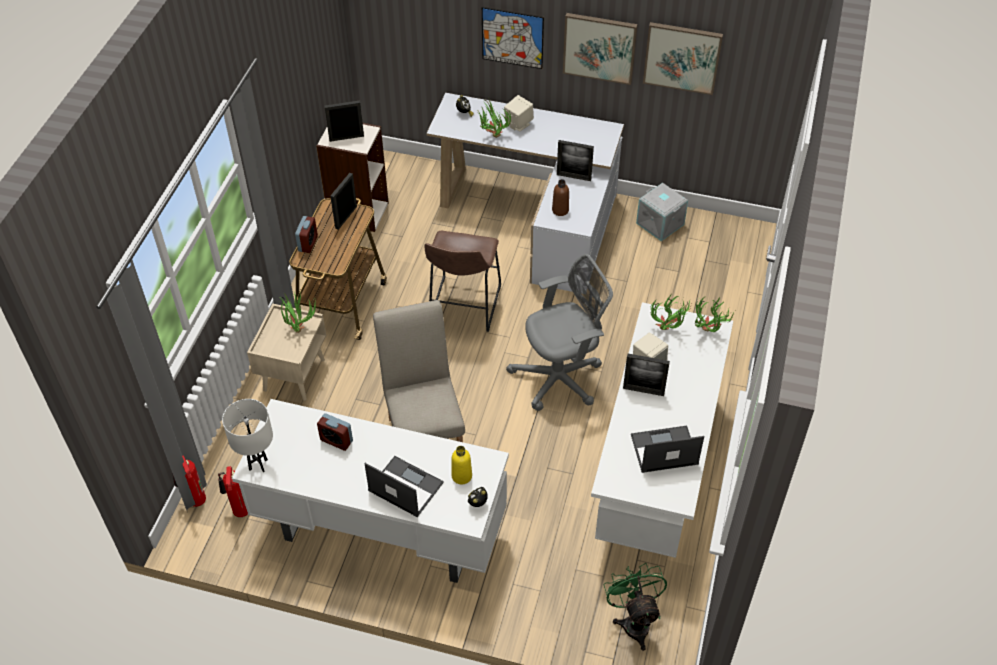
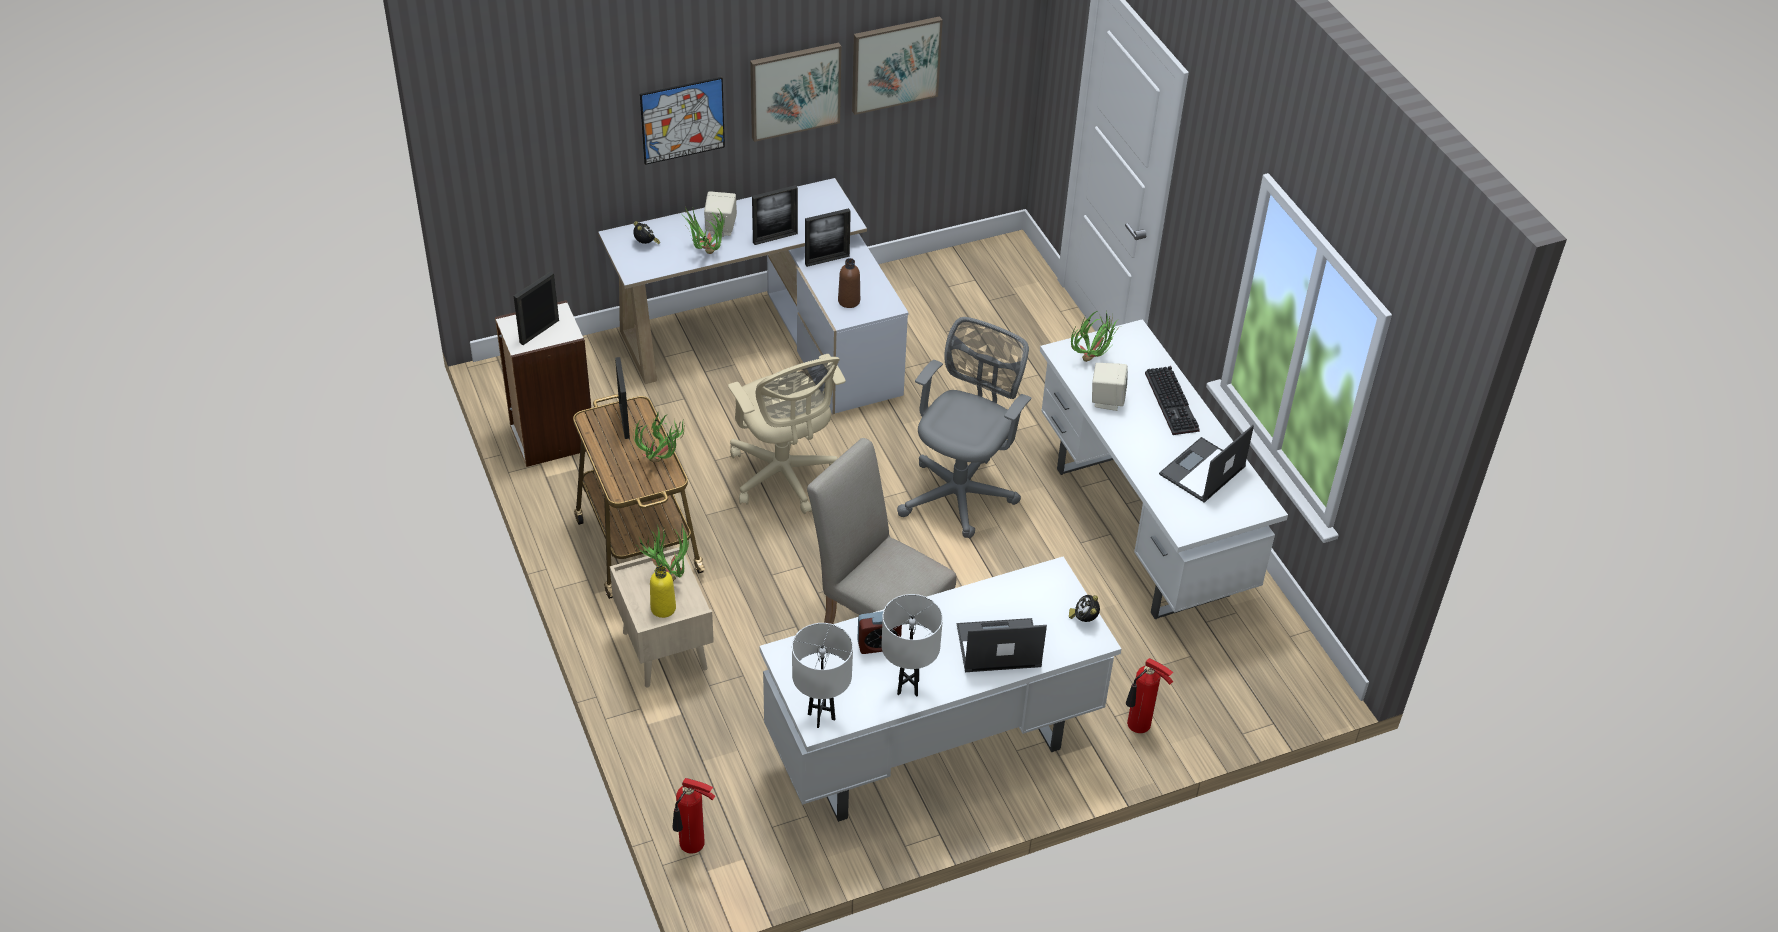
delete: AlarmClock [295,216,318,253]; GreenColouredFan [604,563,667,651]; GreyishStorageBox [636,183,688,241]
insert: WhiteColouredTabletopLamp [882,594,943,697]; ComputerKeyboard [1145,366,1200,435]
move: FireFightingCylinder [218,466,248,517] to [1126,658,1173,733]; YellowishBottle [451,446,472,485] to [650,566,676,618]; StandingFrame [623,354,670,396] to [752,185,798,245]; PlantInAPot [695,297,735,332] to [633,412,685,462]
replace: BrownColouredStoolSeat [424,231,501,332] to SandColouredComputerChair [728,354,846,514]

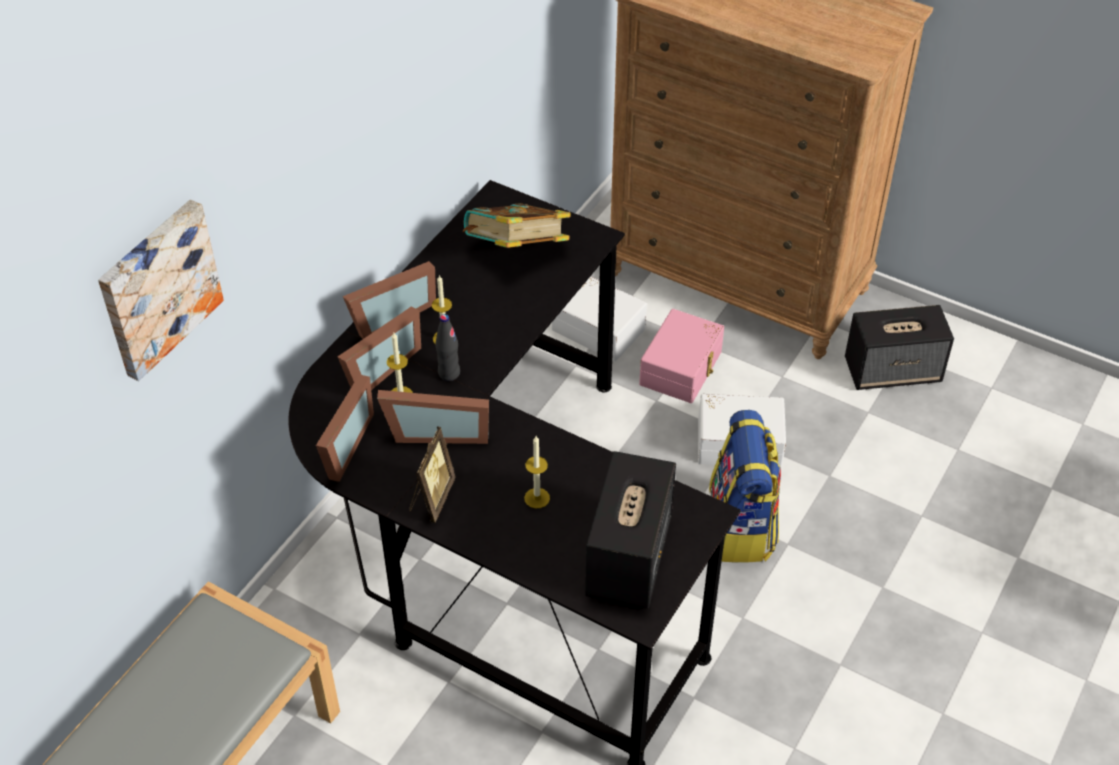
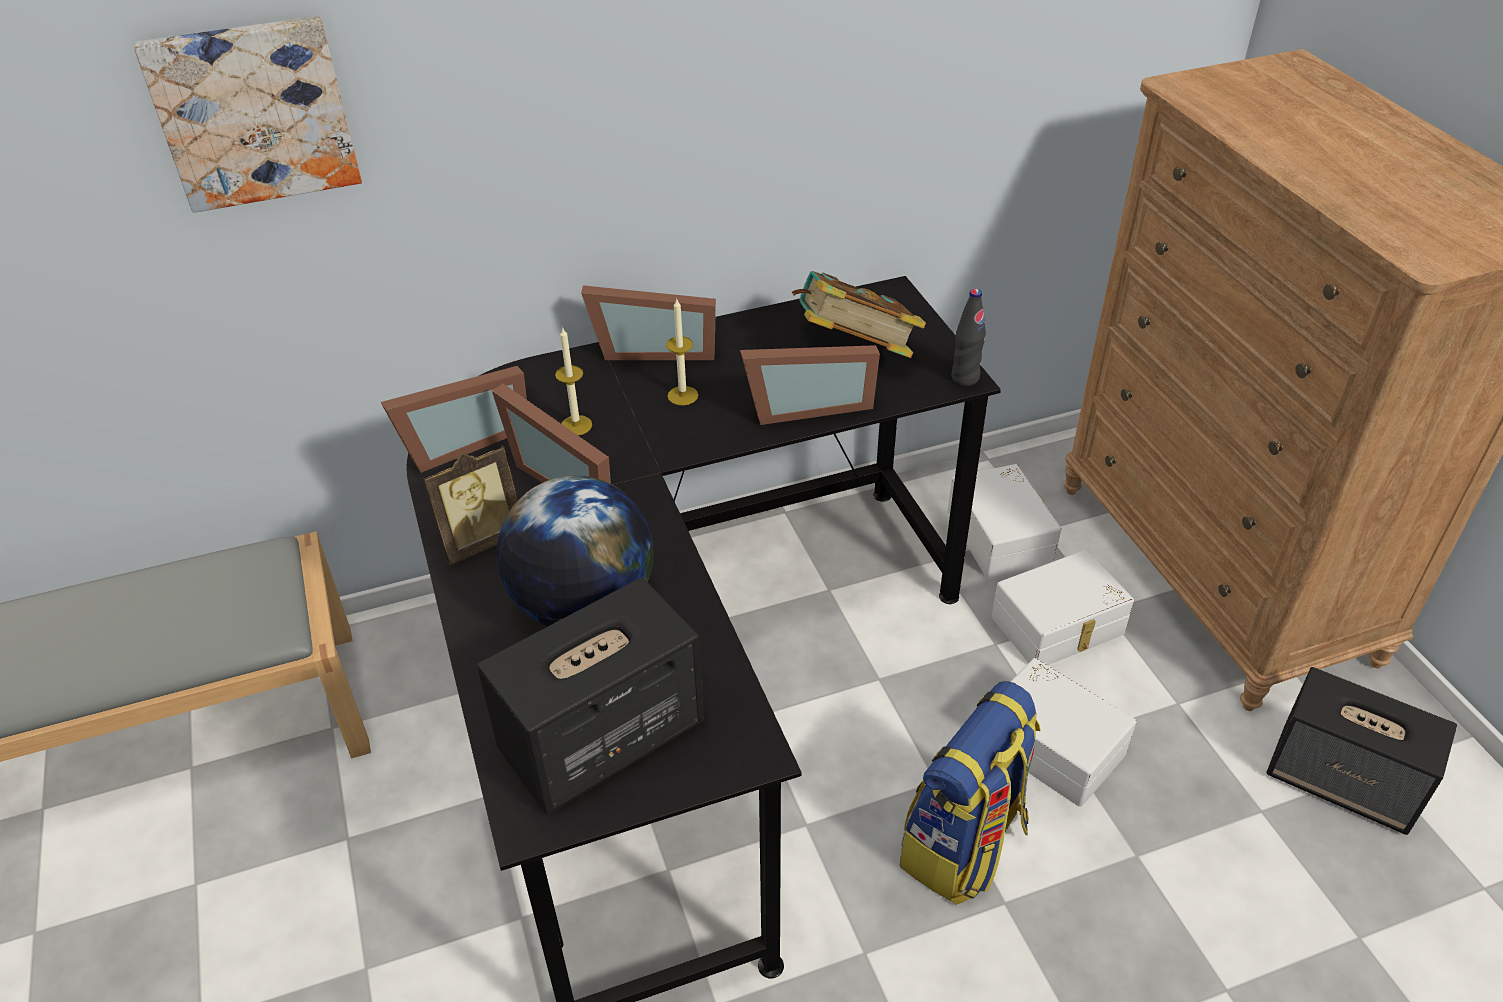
move: StandingFrame [338,306,421,390] to [740,345,880,425]; BlackColouredBottle [435,314,460,381] to [951,289,986,386]
replace: WaxLight [524,436,550,508] to Globe [497,476,653,626]
recolor: PinkishStorageBox [639,309,724,403] to WhiteColouredStorageBox [991,550,1134,665]

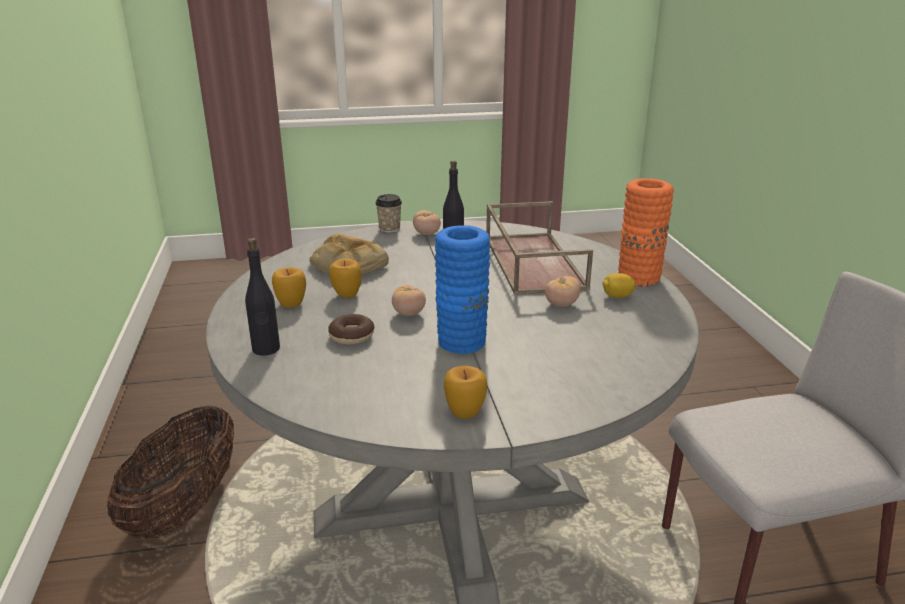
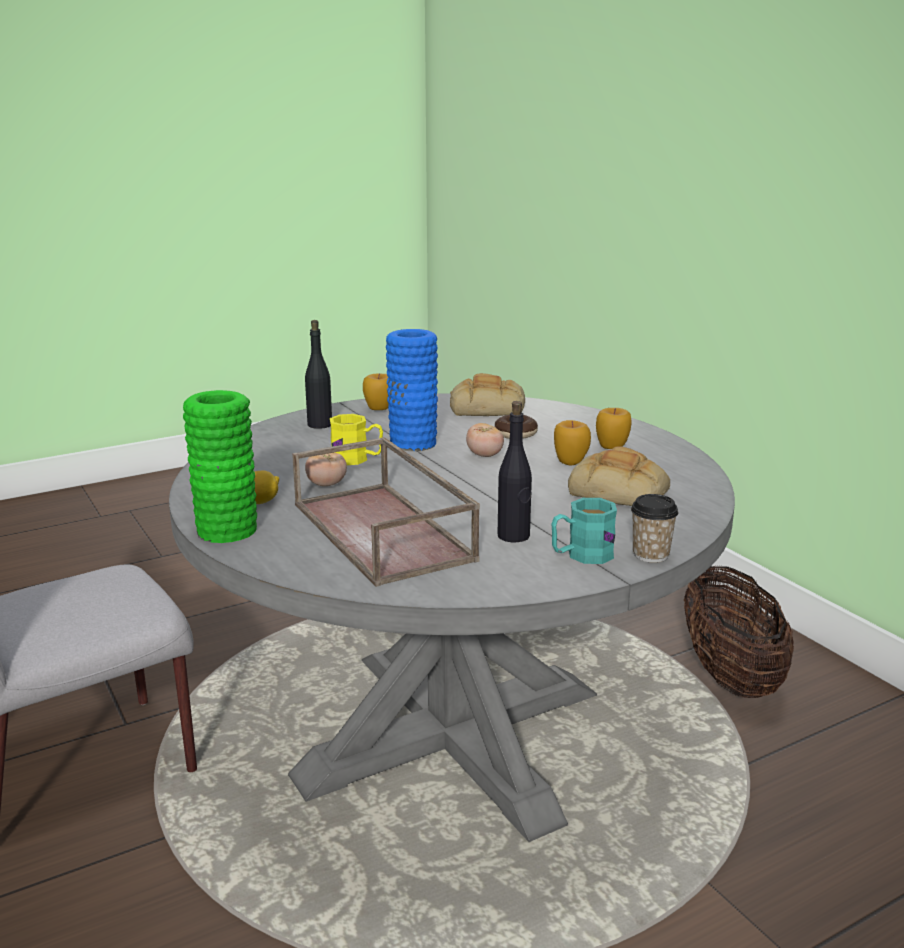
insert: YellowishMug [330,414,383,465]; Bread [450,373,525,416]
move: BlackColouredBottle [245,238,280,355] to [305,320,332,429]
replace: WholeTomato [413,210,441,235] to TurquoiseMug [551,498,617,564]
recolor: OrangeyFlowerVase [618,178,674,287] to GreenColouredFlowerVase [183,390,257,543]

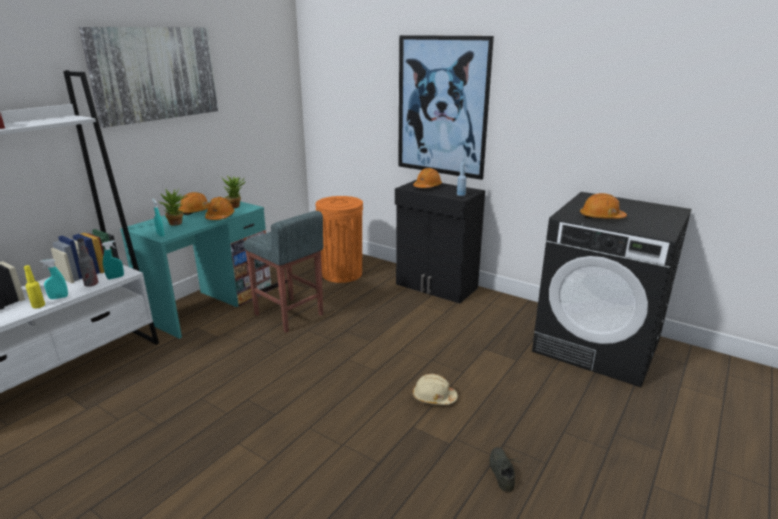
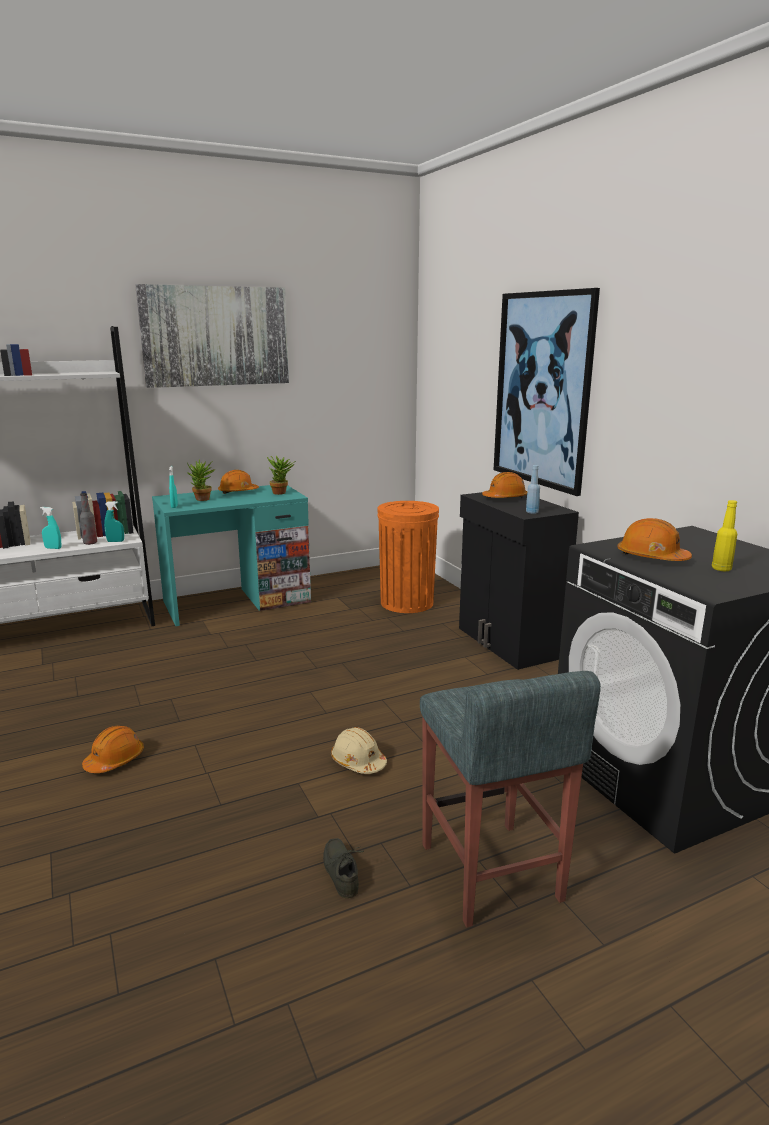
move: YellowishBottle [24,265,45,309] to [712,500,737,571]; OrangeyHardHat [205,197,235,220] to [82,726,144,773]; GreyishStoolSeat [243,211,323,333] to [420,671,601,928]
rotate: GreyishShoe [490,447,520,492] = [323,838,364,898] 45 degrees counterclockwise

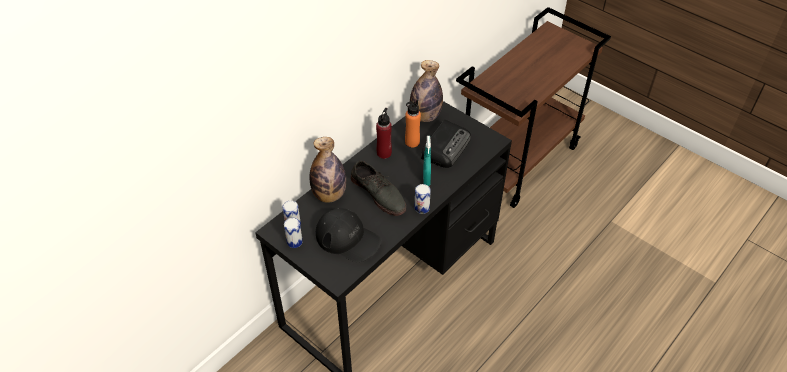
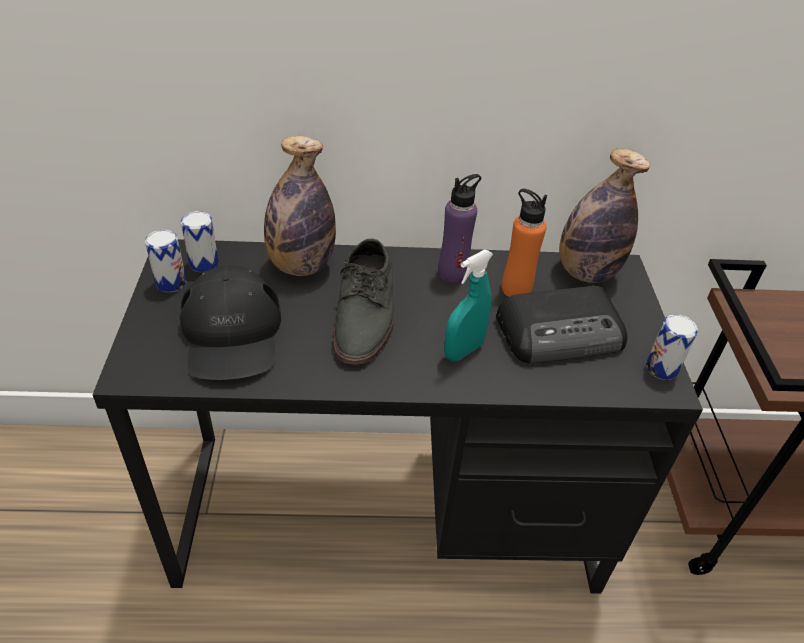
move: Can [414,184,431,214] to [646,314,698,380]
recolor: ReddishBottle [376,108,392,159] to PurpleColouredBottle [438,174,481,283]

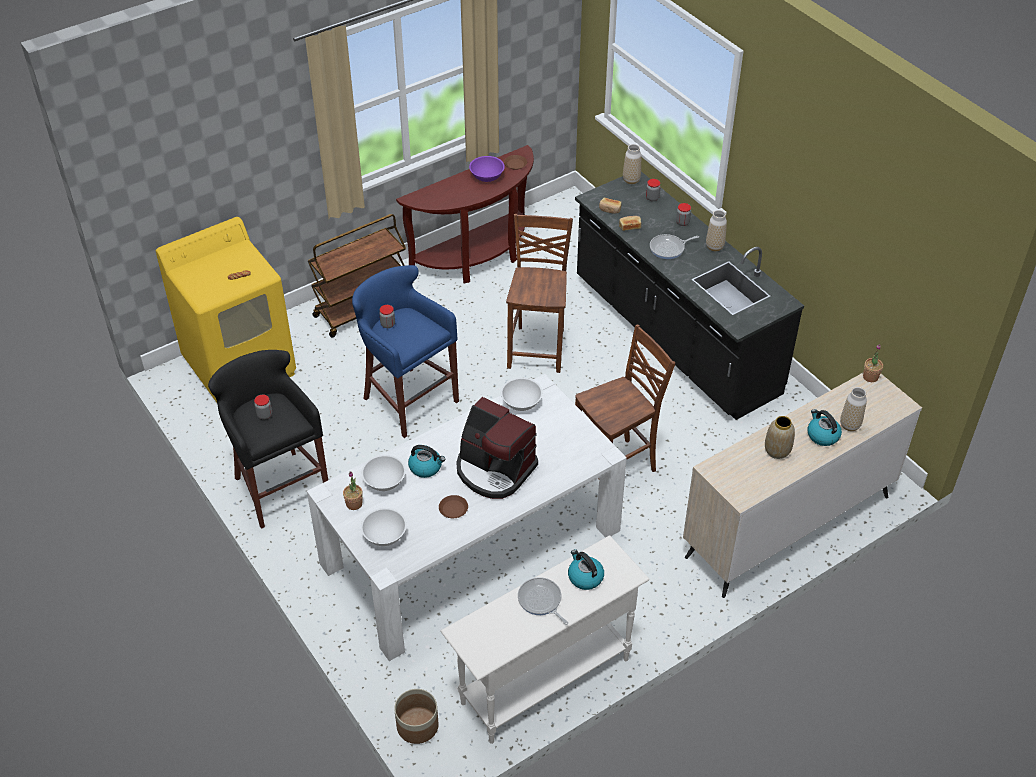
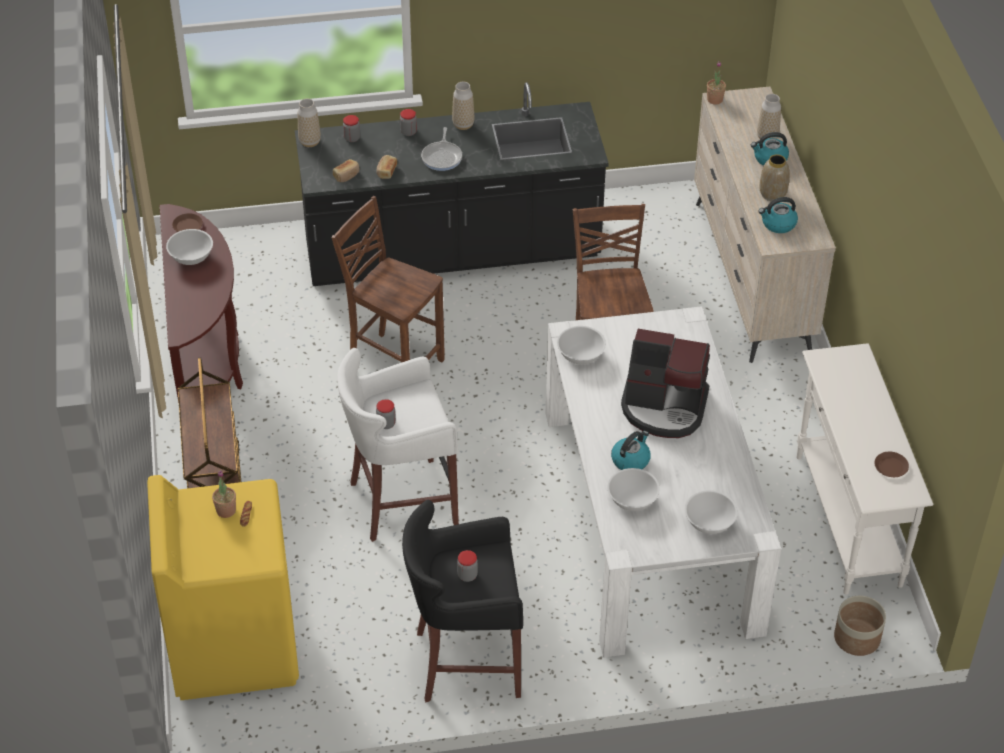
delete: Pan [518,577,568,625]
move: PlantInAPot [343,471,363,510] to [212,471,236,518]; BrownColouredFlatDish [439,495,468,518] to [874,452,909,477]; Kettle [568,549,604,590] to [758,197,798,233]
recolor: BluishStoolSeat [352,265,459,438] to WhiteColouredStoolSeat [337,348,459,542]; PurpleColouredServingBowl [469,156,505,182] to WhiteColouredServingBowl [166,229,213,265]
rotate: CoffeeMachine [456,397,538,499] = [621,329,710,438] 45 degrees clockwise

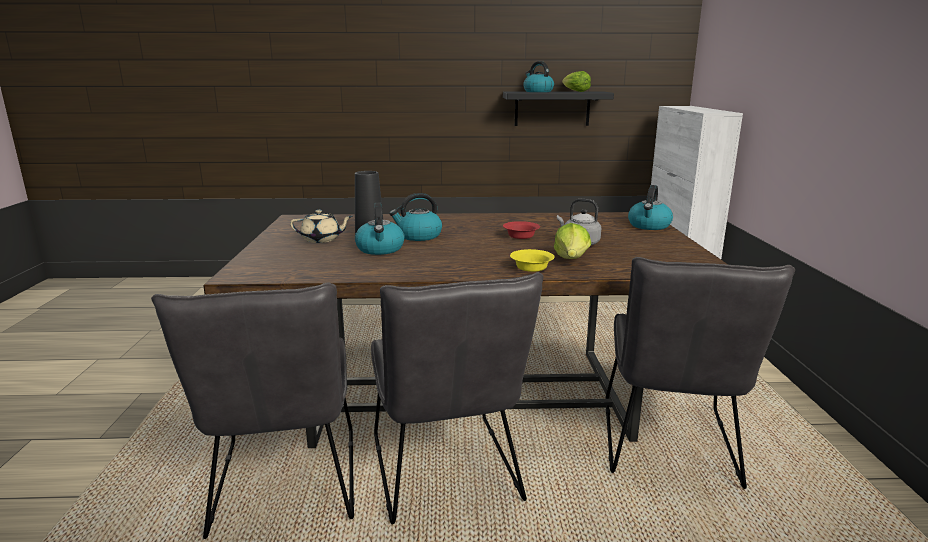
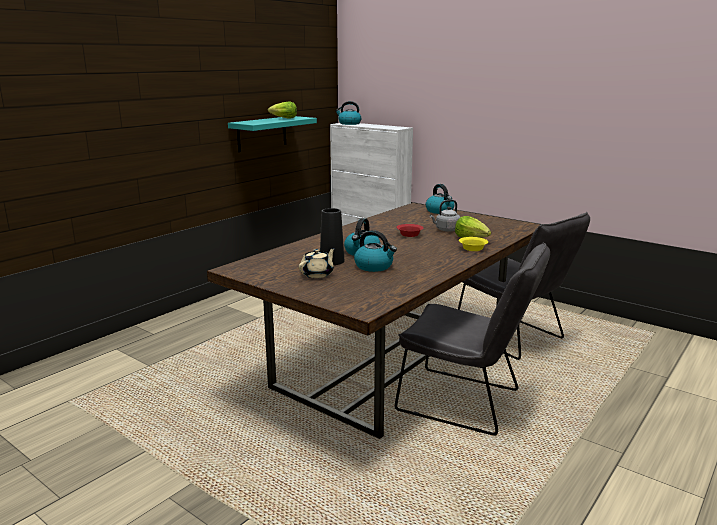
delete: GreyishPlainChair [151,282,355,539]
move: Kettle [523,61,554,92] to [335,101,361,125]
recolor: BlackColouredWallShelf [503,91,614,126] to TurquoiseWallShelf [228,116,317,152]

